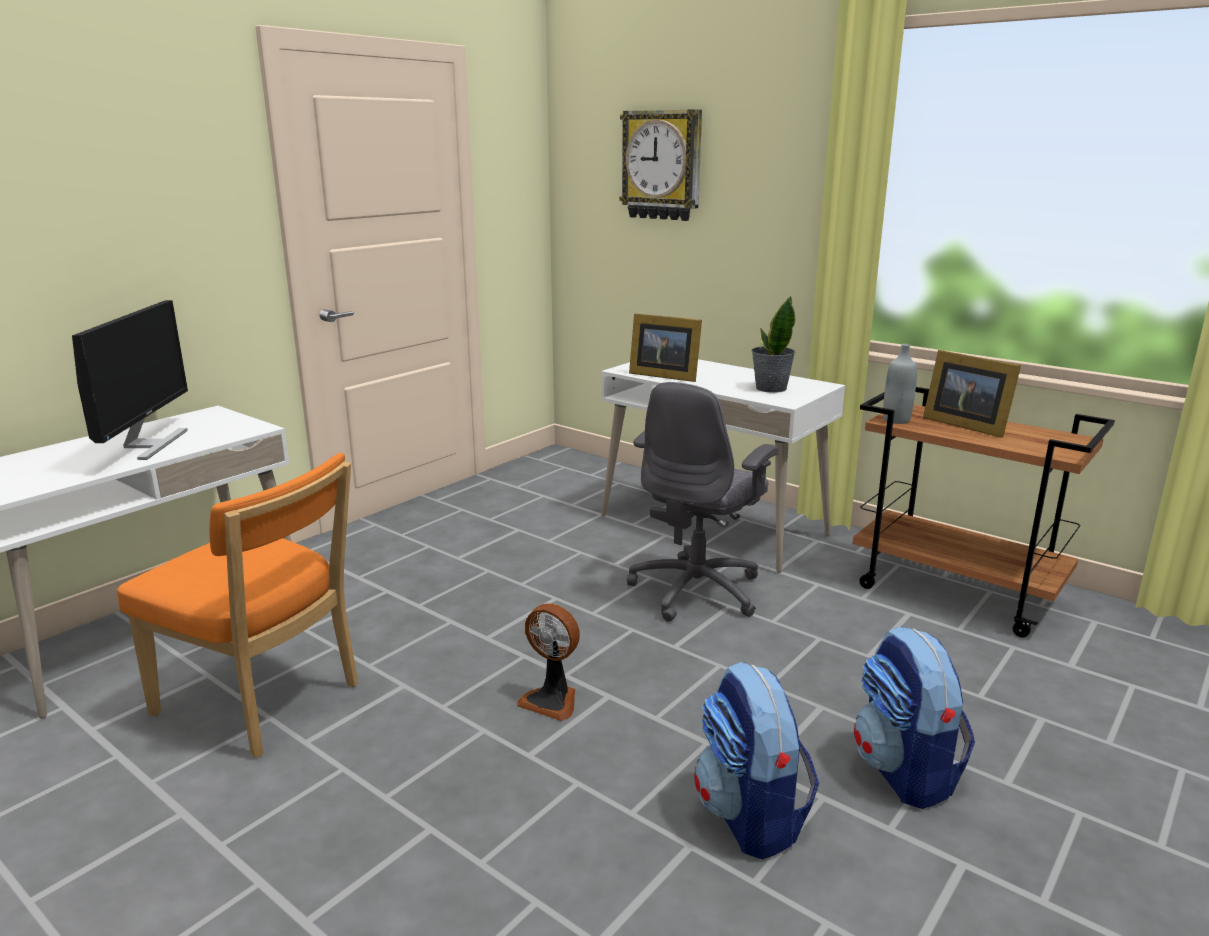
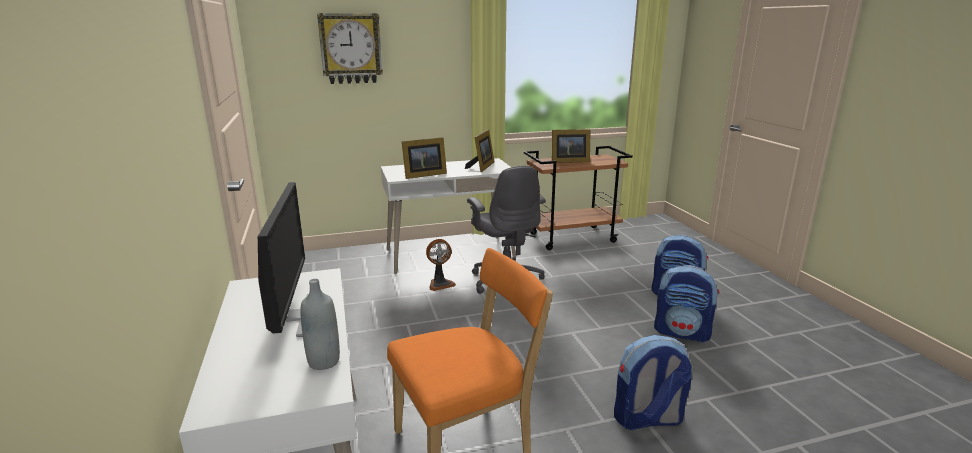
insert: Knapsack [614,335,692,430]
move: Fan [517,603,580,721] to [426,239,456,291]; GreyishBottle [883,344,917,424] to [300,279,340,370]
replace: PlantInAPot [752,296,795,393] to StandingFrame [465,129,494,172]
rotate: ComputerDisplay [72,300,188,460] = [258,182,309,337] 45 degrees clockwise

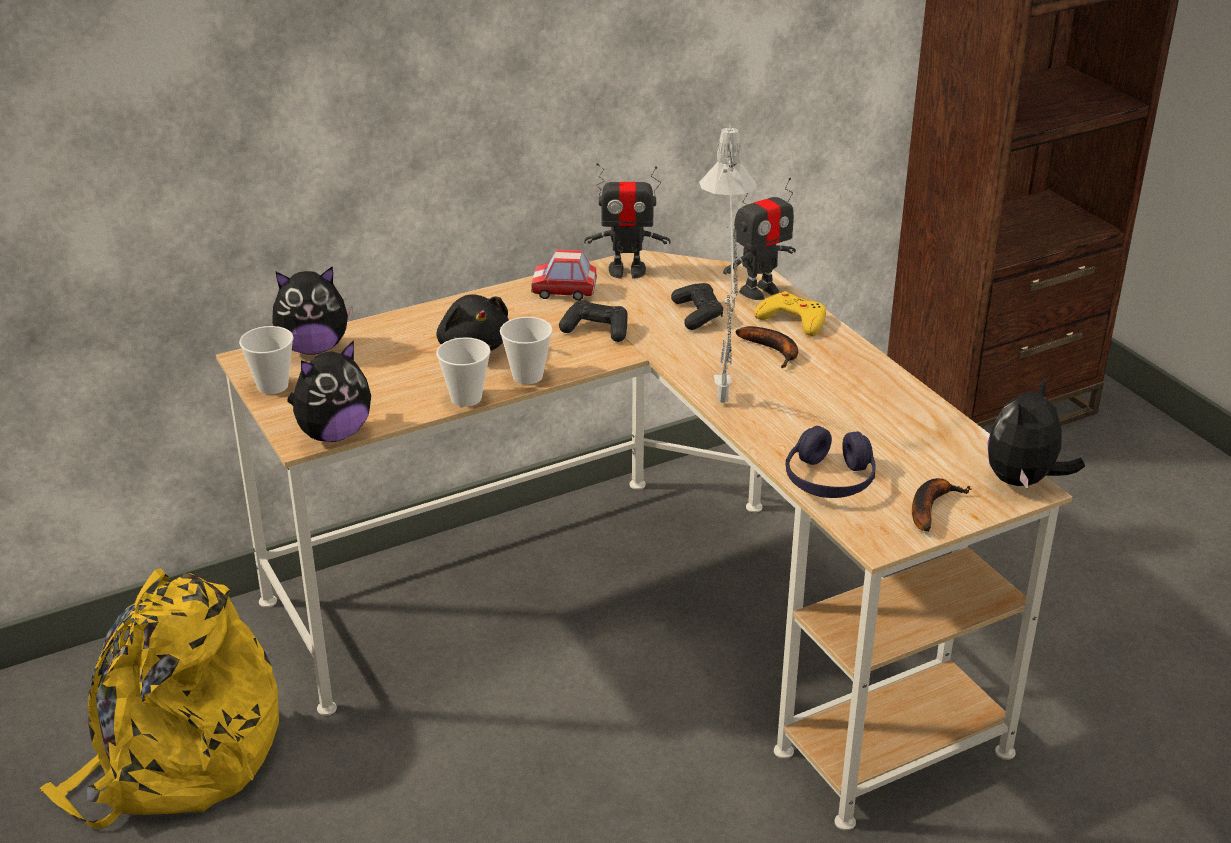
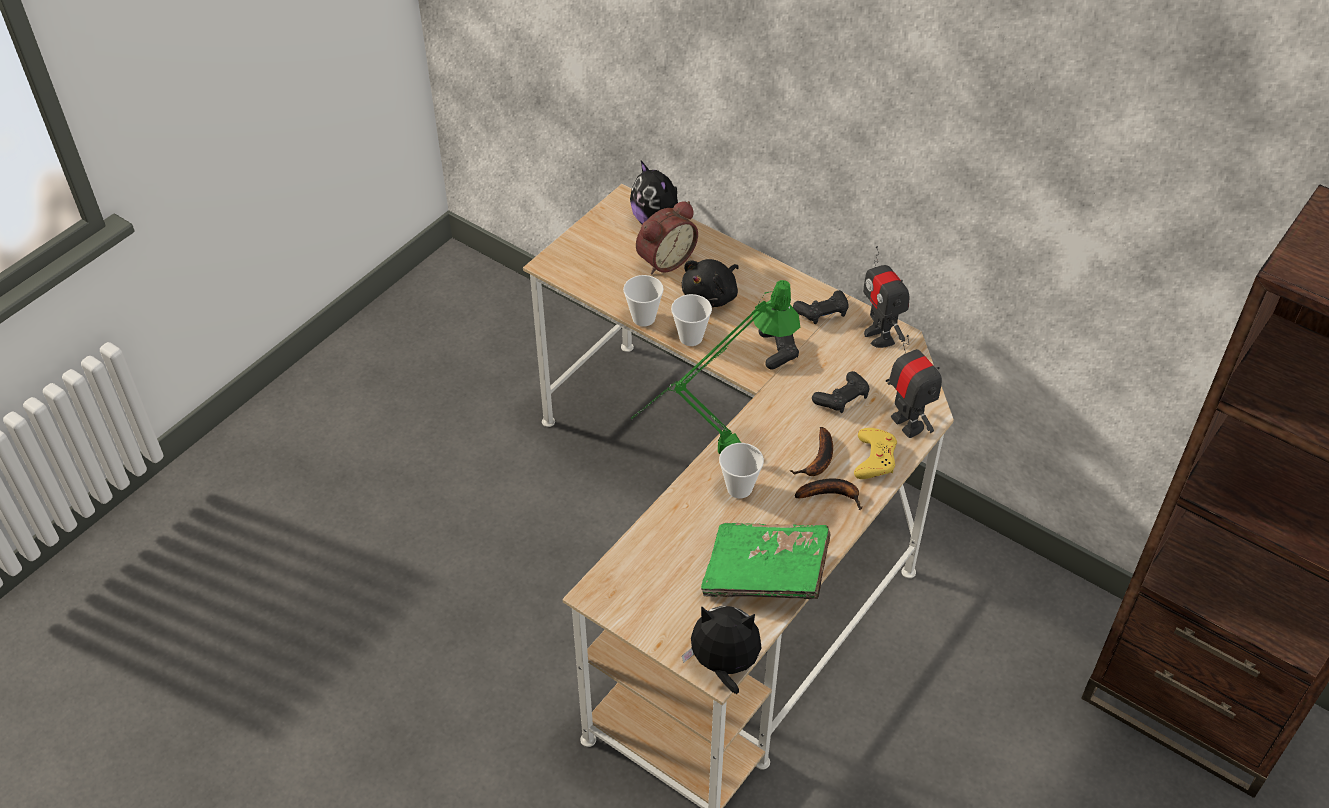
delete: YellowishKnapsack [39,568,279,829]; PlushToy [287,340,371,442]; PurpleColouredHeadphones [786,426,876,498]
insert: AlarmClock [636,201,698,274]; GreenColouredBook [701,523,831,599]
move: Cup [239,326,293,394] to [719,443,764,498]; Banana [912,478,972,532] to [795,478,863,510]
replace: ModelCar [531,250,597,300] to BlackColouredGameController [793,290,849,324]
recolor: GreyishTabletopLamp [699,125,757,403] to GreenColouredTabletopLamp [631,280,800,454]
rotate: ModelRobot [723,178,796,300] = [886,335,942,438] 150 degrees counterclockwise

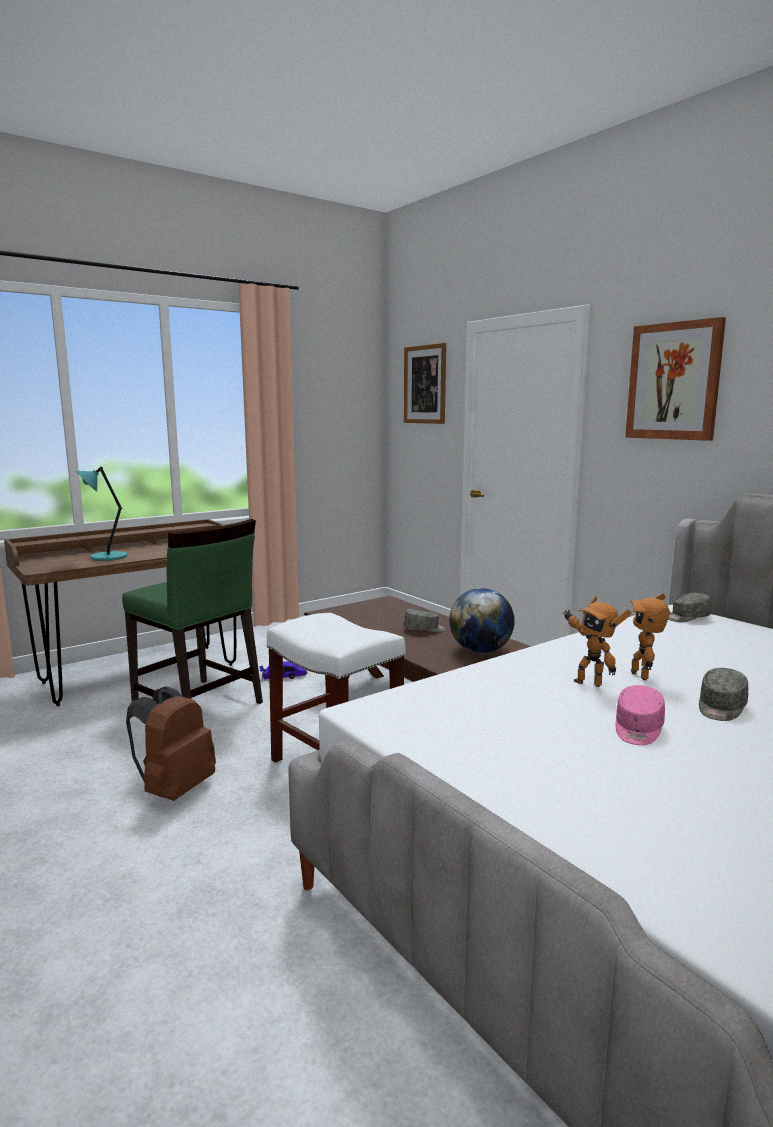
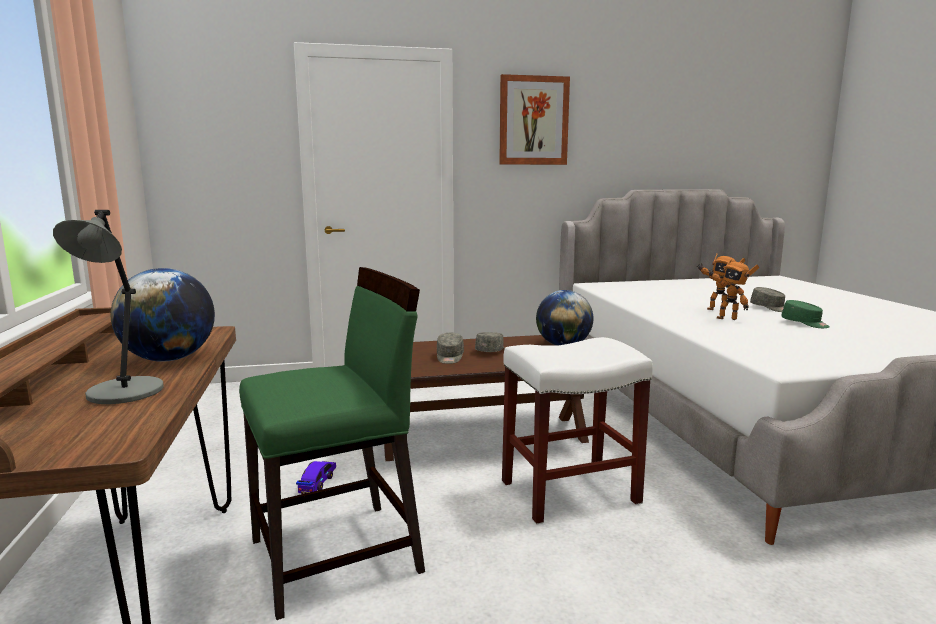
delete: BrownColouredKnapsack [126,686,216,801]; Picture [404,343,446,424]
insert: Globe [111,268,215,362]
move: GreyishPeakedCap [668,593,711,622] to [437,333,464,364]
recolor: TurquoiseTabletopLamp [75,466,127,561] to GreyishTabletopLamp [53,210,164,404]; PinkishPeakedCap [615,685,665,745] to GreenColouredPeakedCap [782,300,830,328]
rotate: ModelRobot [563,596,632,687] = [708,259,759,320] 60 degrees clockwise

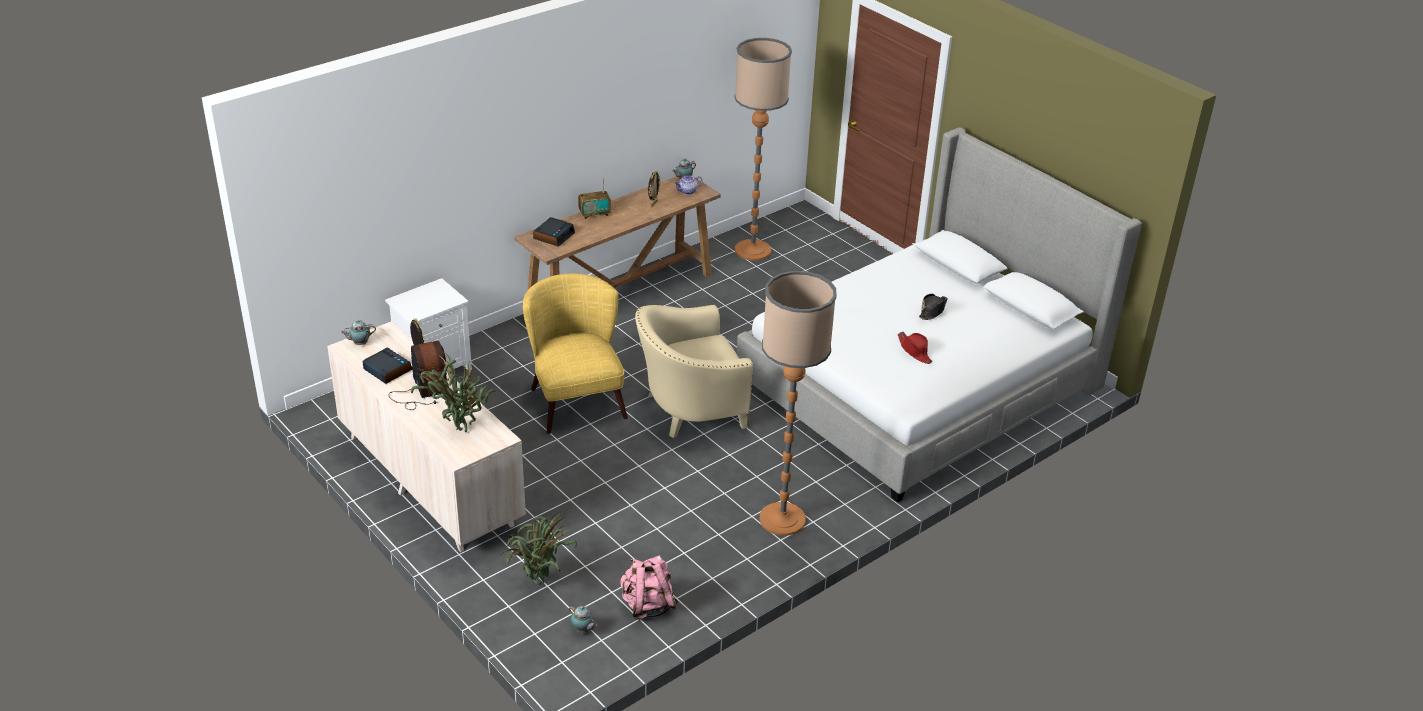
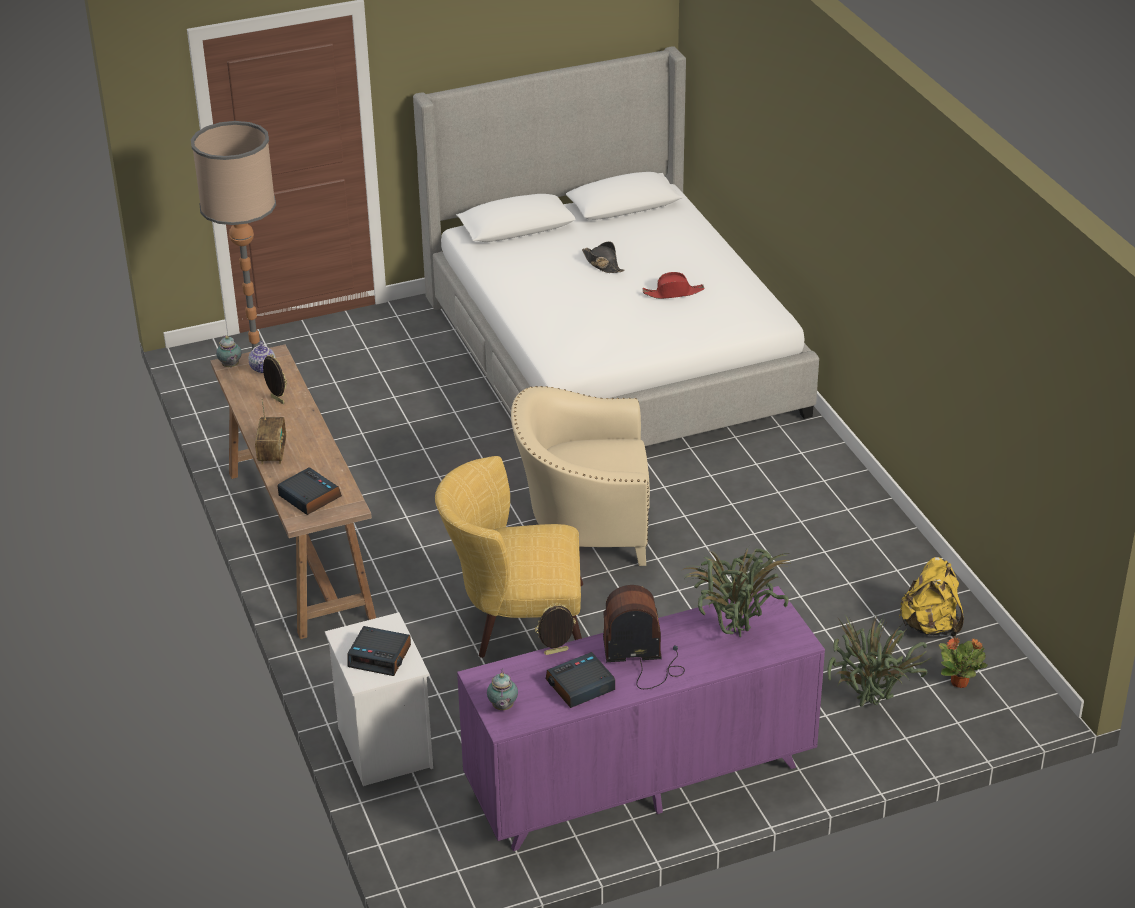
delete: StandardLamp [760,271,837,536]
insert: AlarmClock [347,626,411,676]
replace: PotForTea [569,606,597,633] to PlantInAPot [939,637,988,688]
recolor: SandColouredDrawerChest [327,321,526,552] to PurpleColouredDrawerChest [457,586,825,851]; PinkishKnapsack [621,555,678,620] to YellowishKnapsack [899,557,964,638]
rotate: SandColouredEasyChair [635,304,754,438] = [511,386,650,566] 90 degrees clockwise

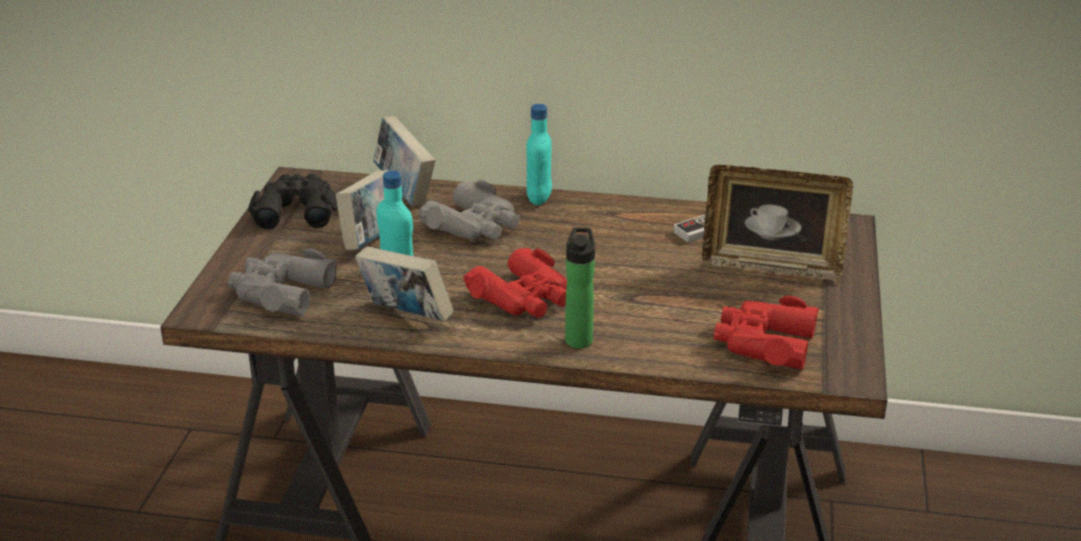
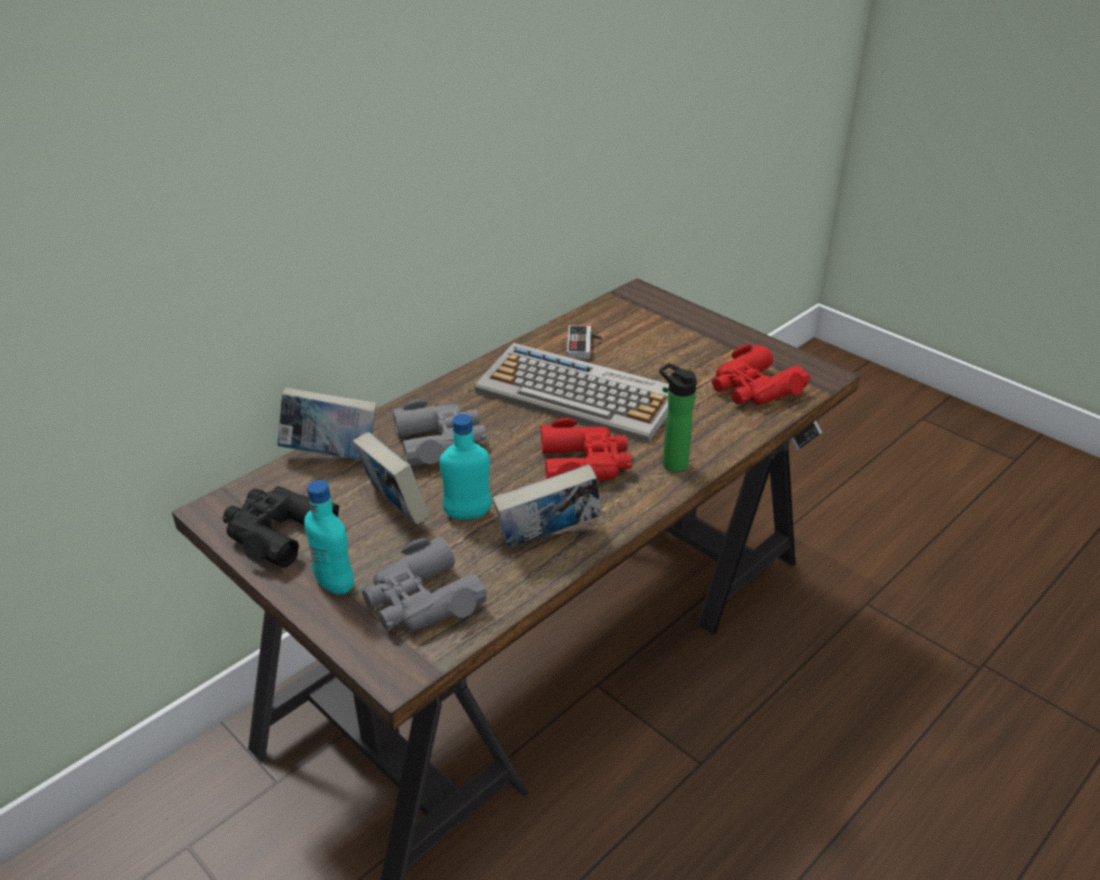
delete: StandingFrame [702,165,853,282]
insert: ComputerKeyboard [475,343,669,443]
move: TurquoiseBottle [526,104,552,205] to [304,480,354,595]

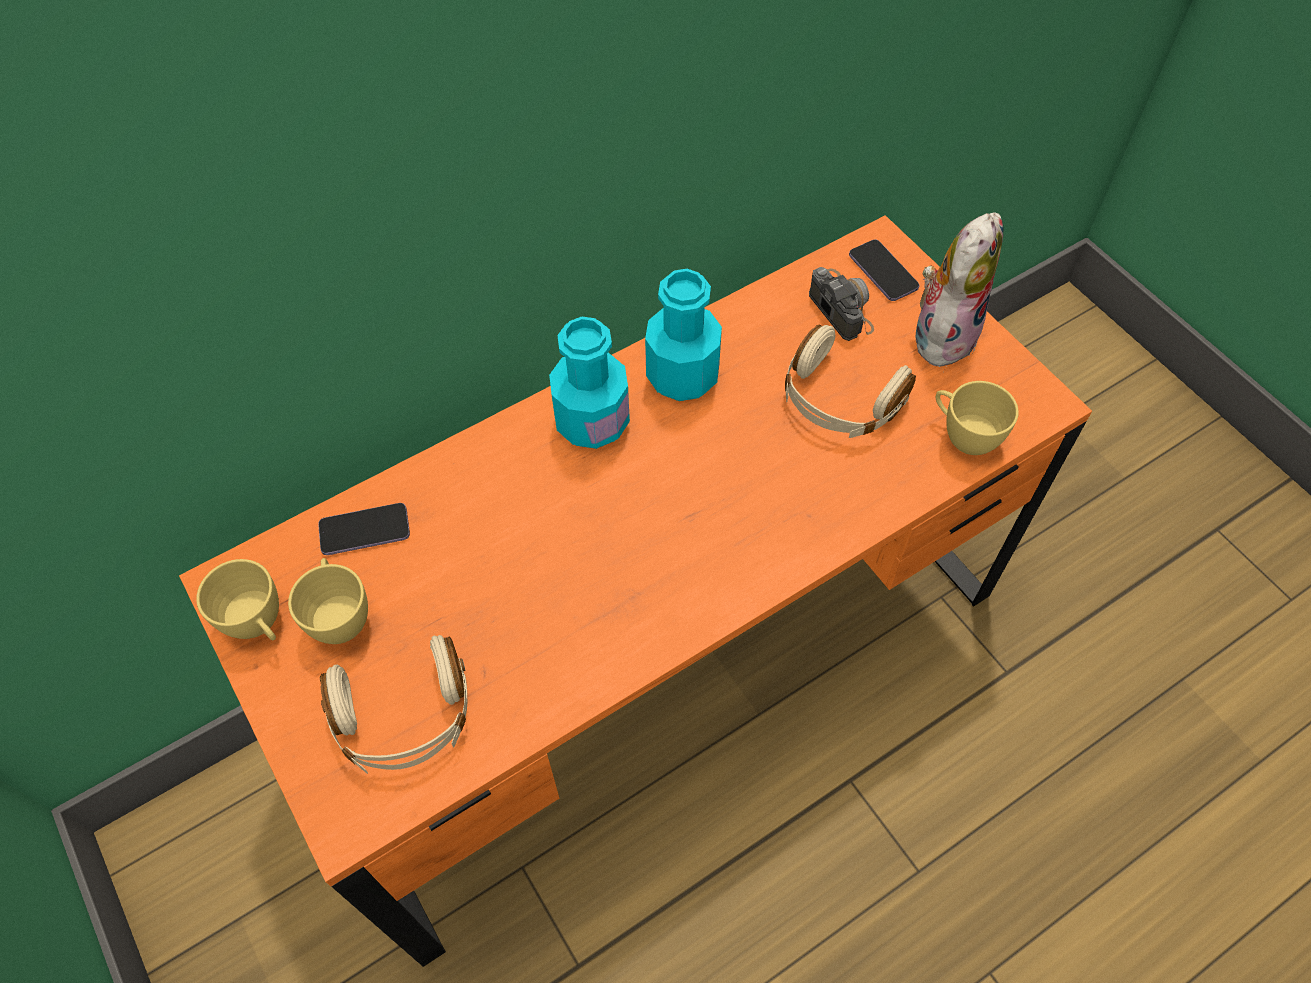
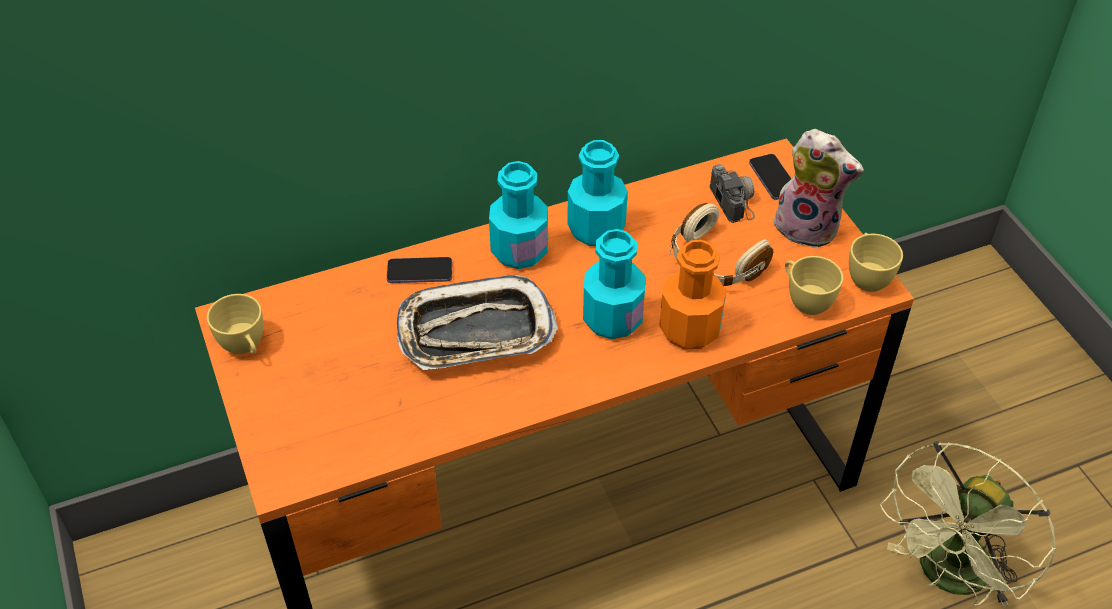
delete: SandColouredHeadphones [320,635,468,774]
insert: ServingTray [397,275,558,370]; TurquoiseBottle [583,229,645,339]; OrangeyBottle [659,240,726,349]; GreenColouredFan [880,441,1056,607]
move: YellowishCup [288,558,368,644] to [849,233,903,292]; Phone [318,503,410,555] to [387,257,452,283]
rotate: PlushToy [916,212,1004,369] = [774,129,864,249] 75 degrees clockwise

